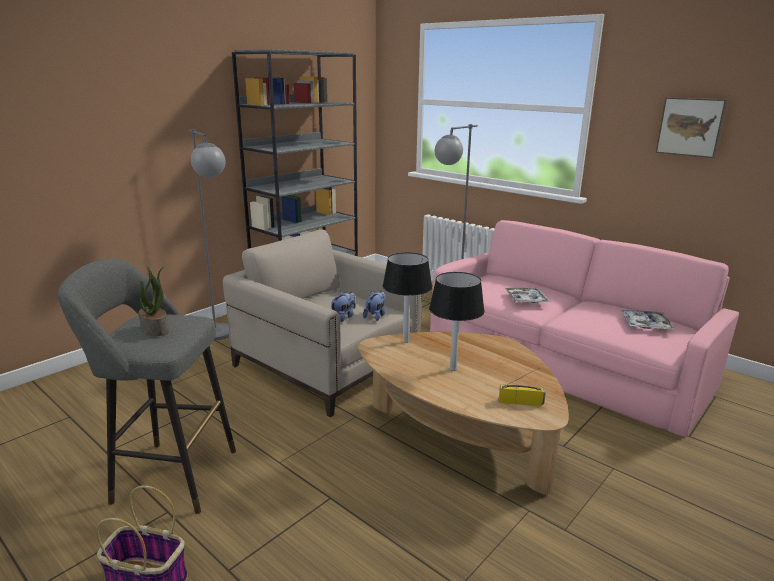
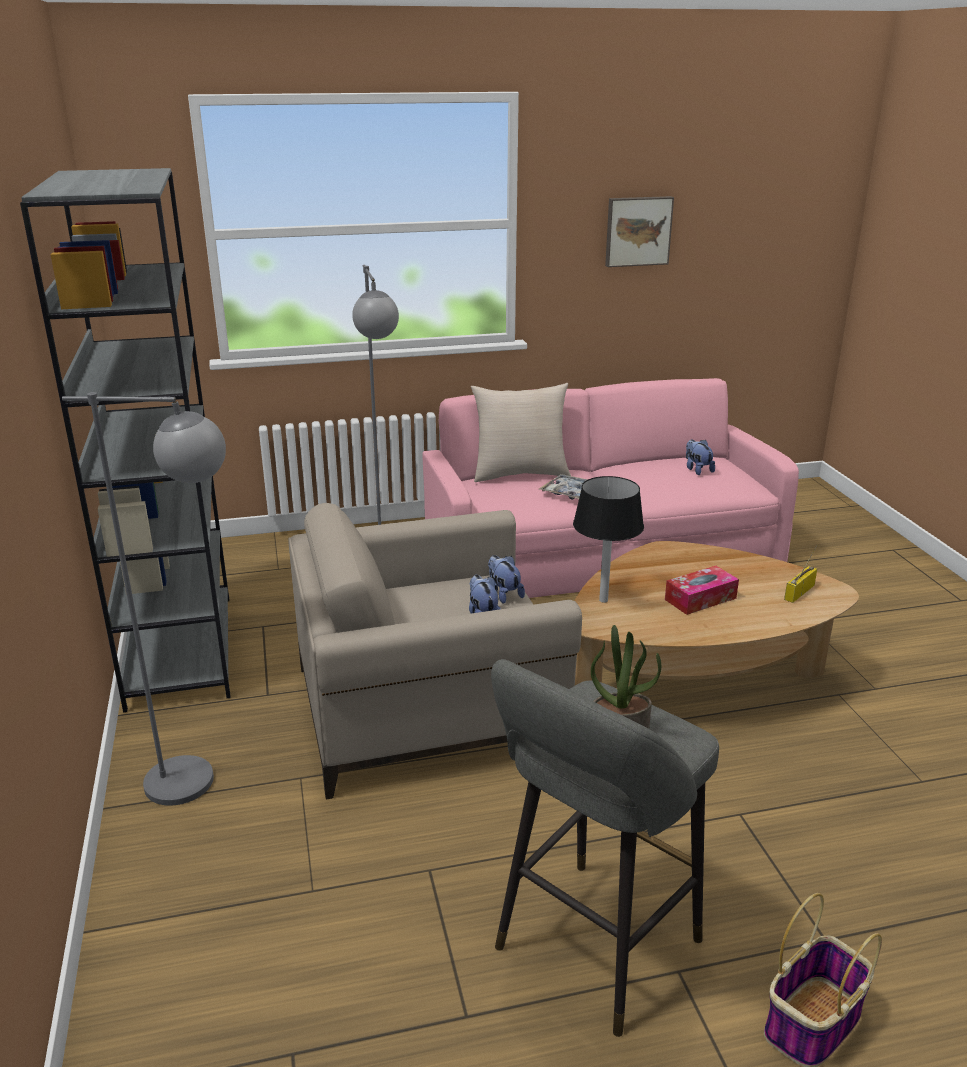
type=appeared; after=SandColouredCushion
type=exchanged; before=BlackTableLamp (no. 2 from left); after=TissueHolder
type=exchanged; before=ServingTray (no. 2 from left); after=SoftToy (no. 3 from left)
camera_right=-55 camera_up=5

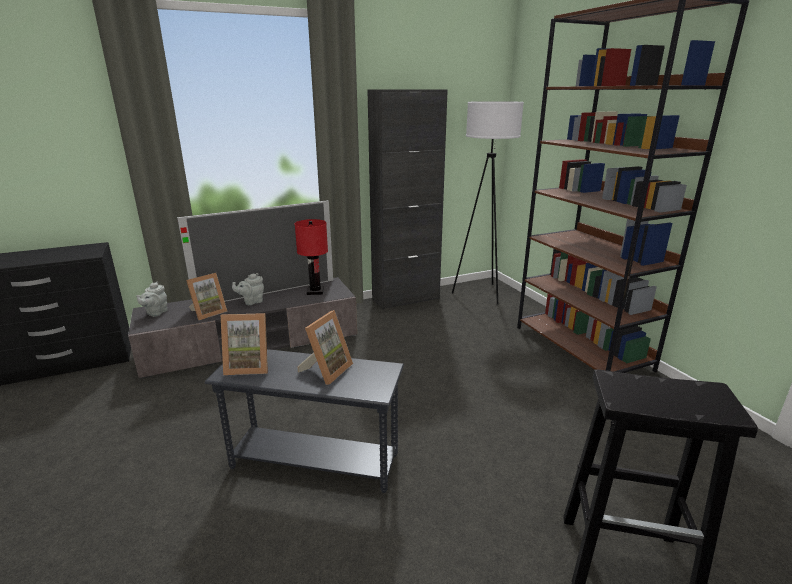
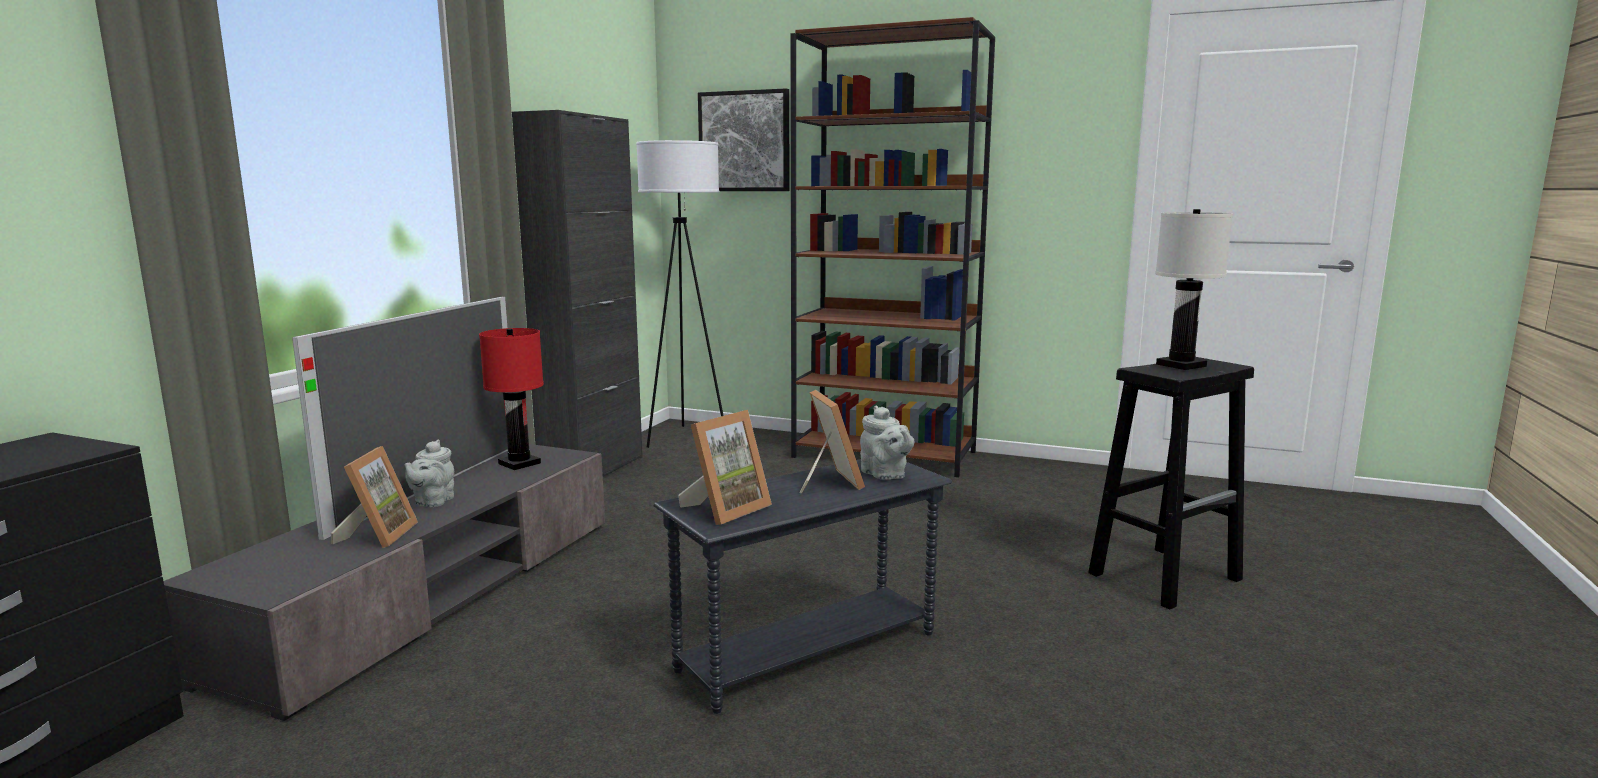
type=appeared; after=WallArt
type=relocated; before=GrayTeapot (no. 1 from left in the first image); after=GrayTeapot (no. 2 from left)
type=appeared; after=WhitishTableLamp
camera_right=-45 camera_up=-10

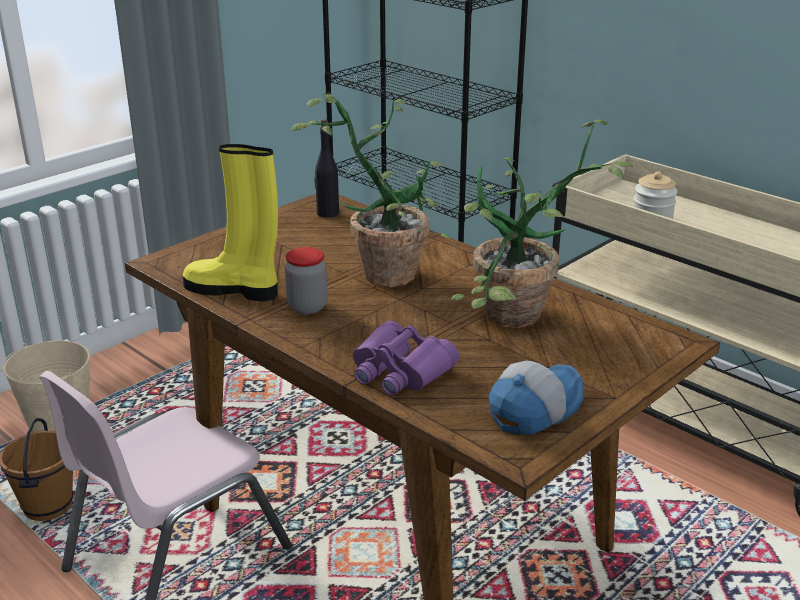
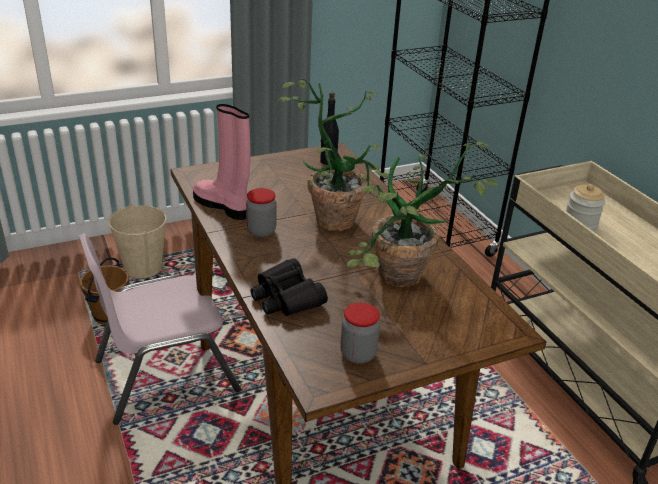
type=colour; before=YellowishHighTopBoot; after=PinkColouredHighTopBoot
type=colour; before=PurpleColouredBinoculars; after=BlackBinoculars
type=exchanged; before=Cap; after=Jar (no. 2 from left)
camera_right=20 camera_up=5

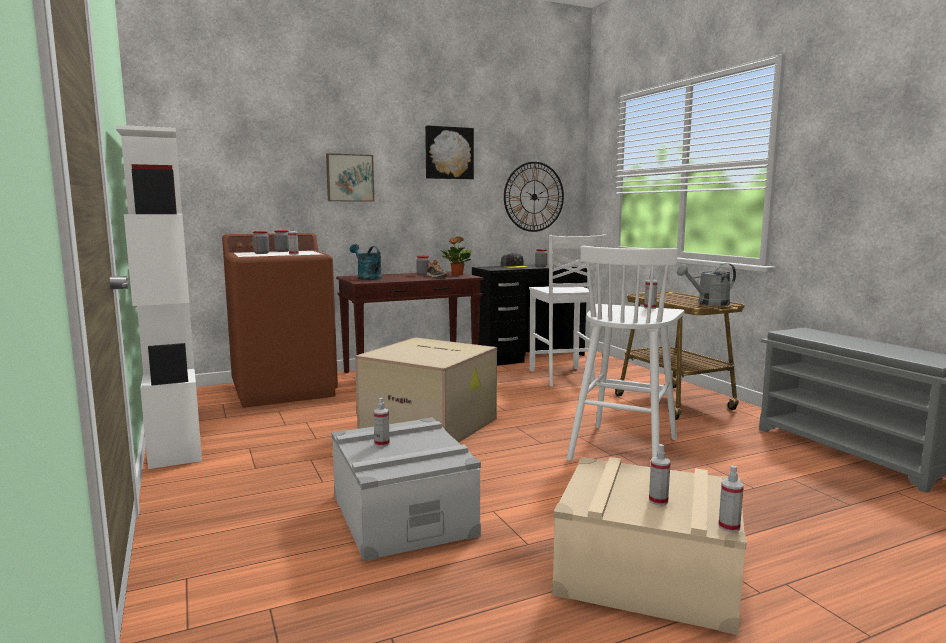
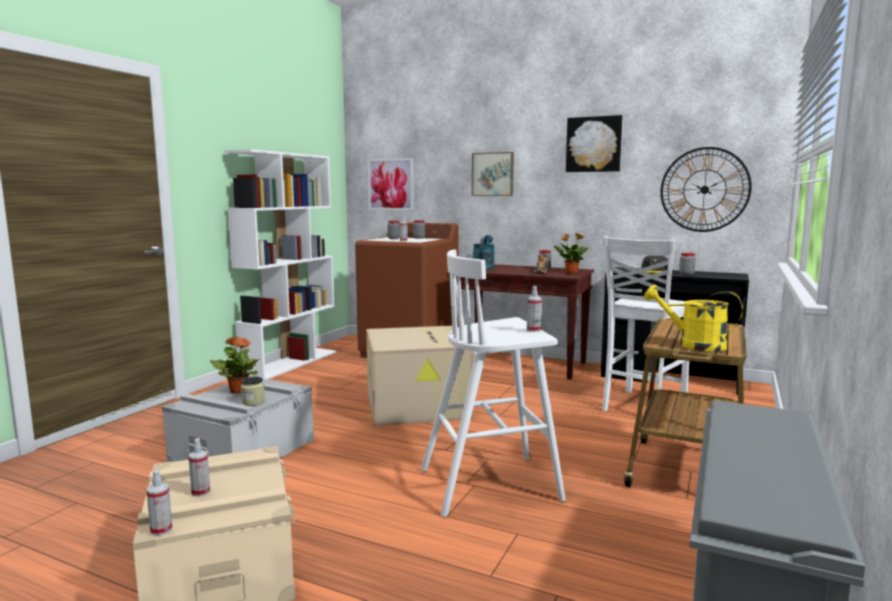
type=exchanged; before=Sprayer (no. 2 from left); after=PlantInAPot (no. 1 from left)
type=appeared; after=Jar (no. 1 from left)
type=appeared; after=WallArt (no. 1 from left)
type=colour; before=GraySprinklingCan; after=YellowishSprinklingCan
camera_right=50 camera_up=0

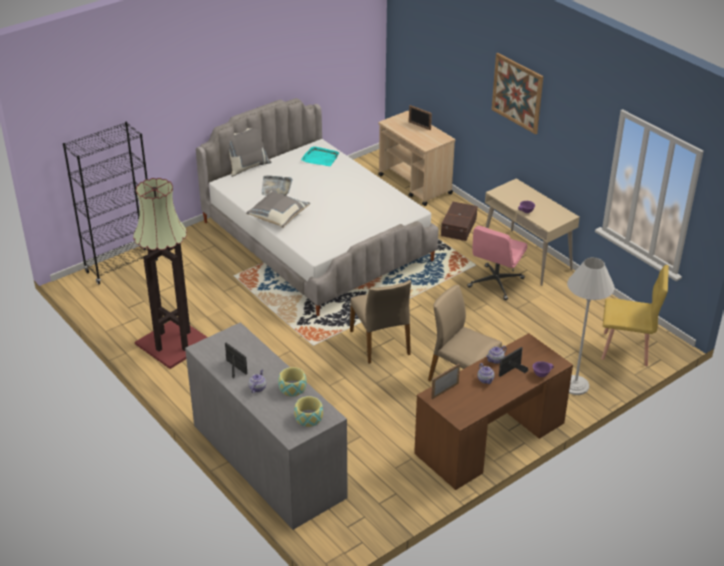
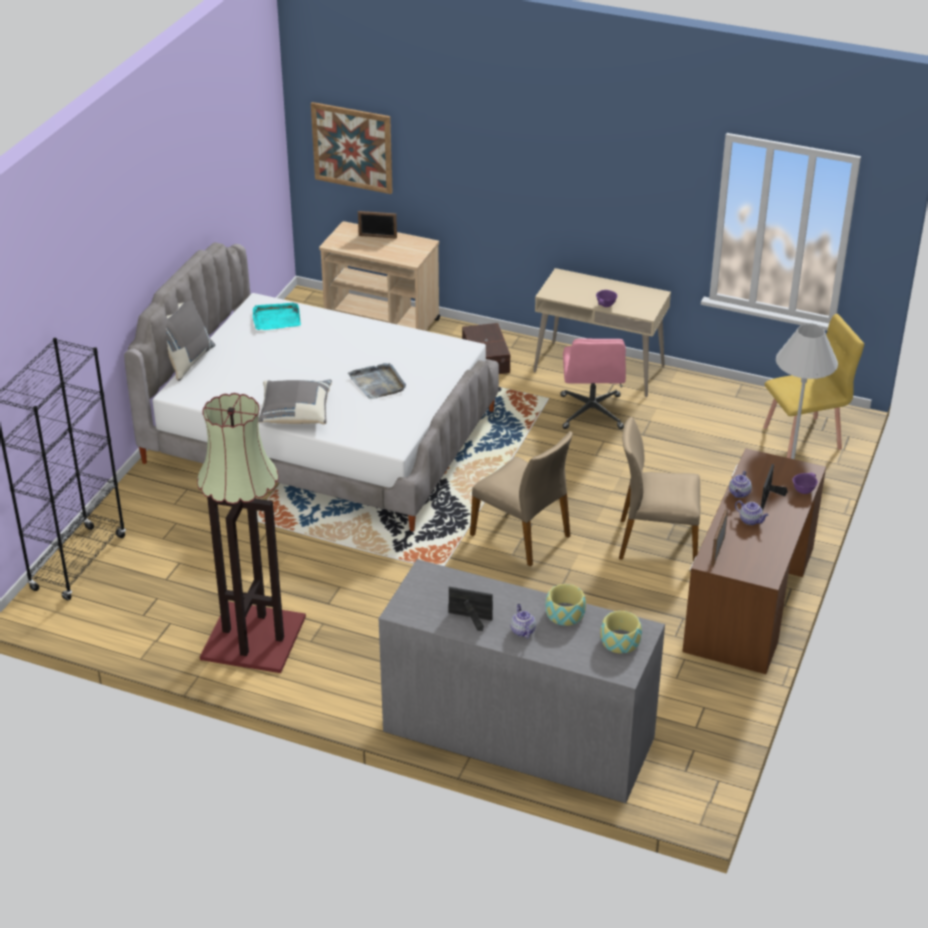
type=relocated; before=WallArt
type=relocated; before=GrayServingTray
camera_right=-30 camera_up=0

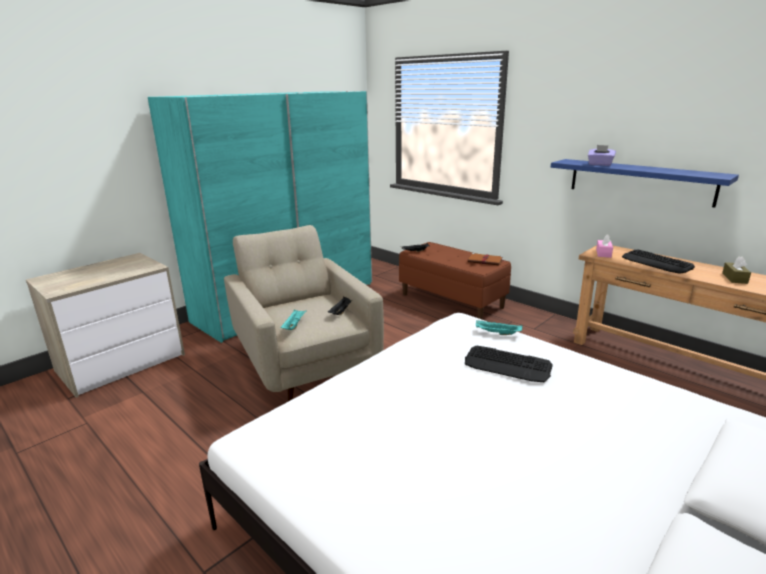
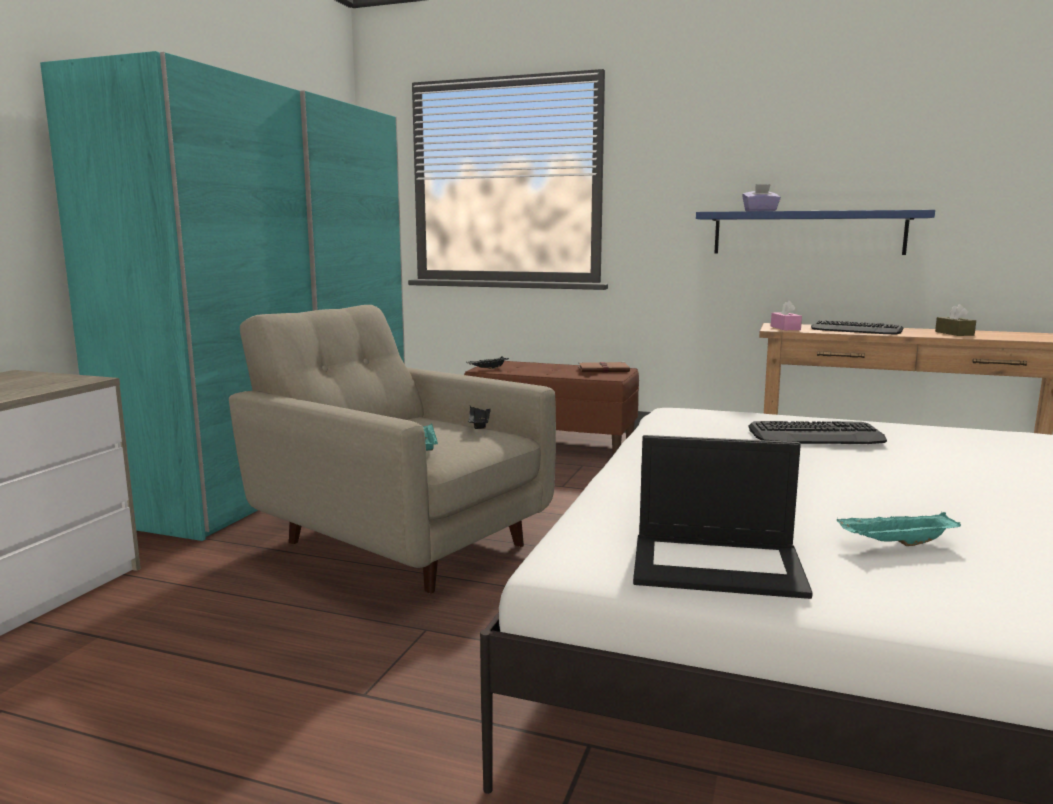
type=appeared; after=PortableComputer
type=relocated; before=BlueGreenServingTray (no. 2 from left)
camera_right=-25 camera_up=-10

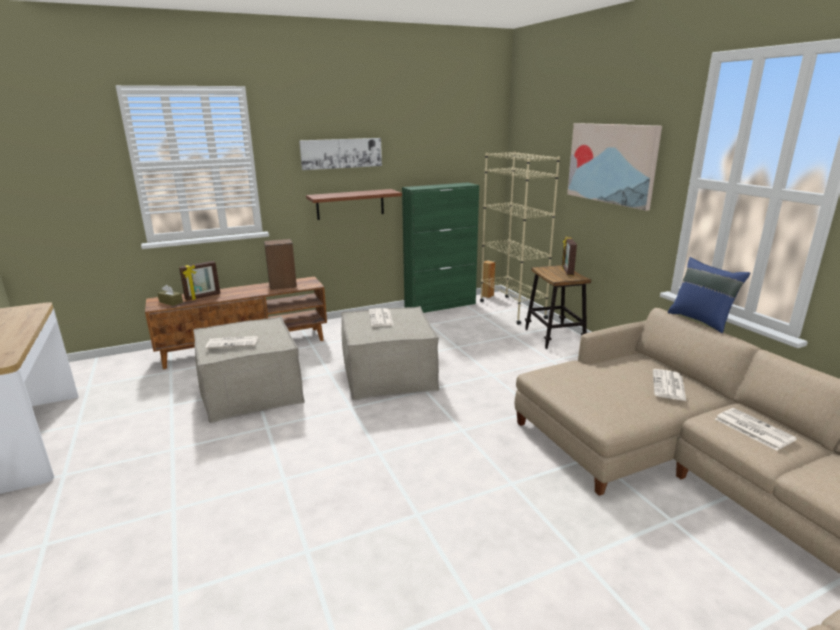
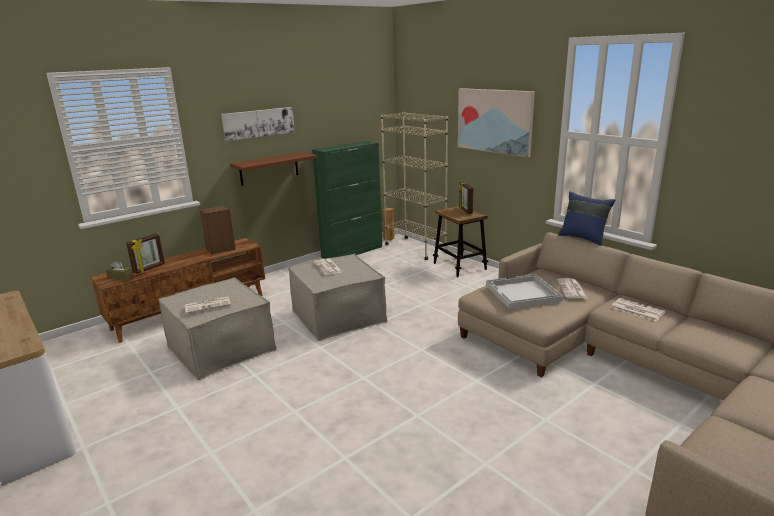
type=appeared; after=WhitishServingTray
camera_right=-15 camera_up=0

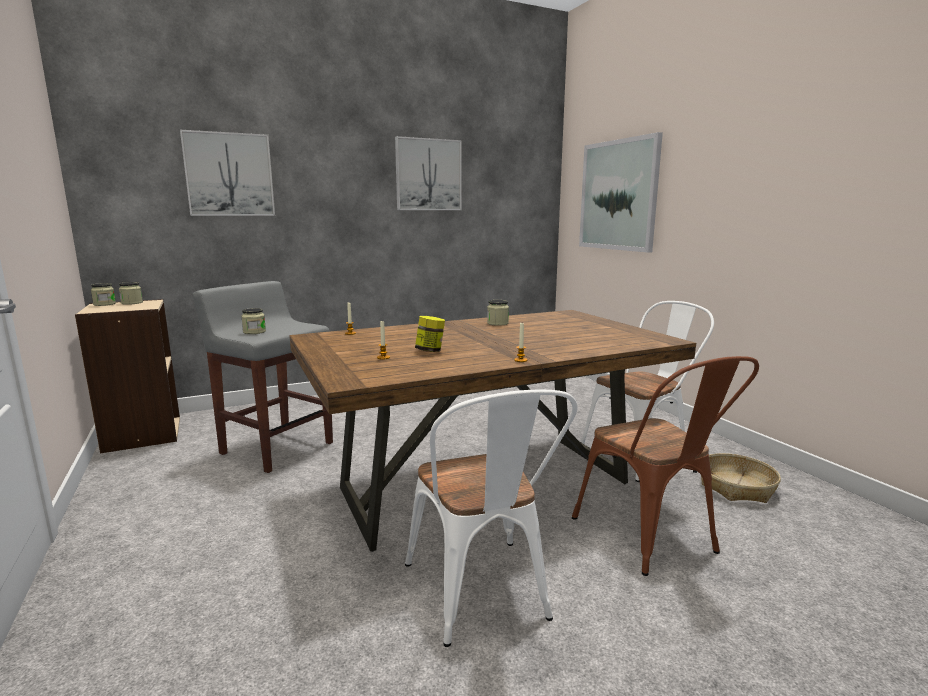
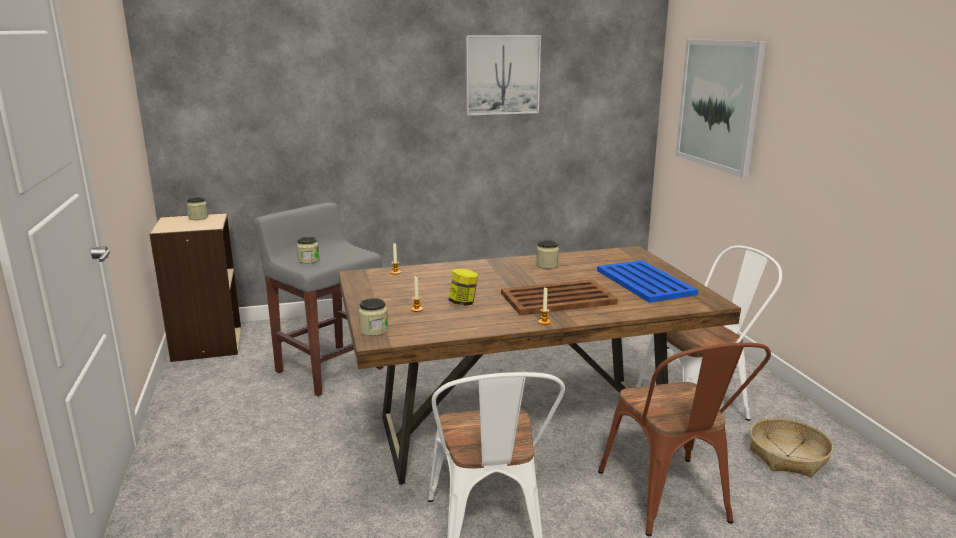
type=relocated; before=Jar (no. 1 from left in the first image); after=Jar (no. 3 from left)
type=appeared; after=BrownishServingTray
type=appeared; after=BlueColouredServingTray
type=missing; before=WallArt (no. 1 from left)
camera_right=10 camera_up=5

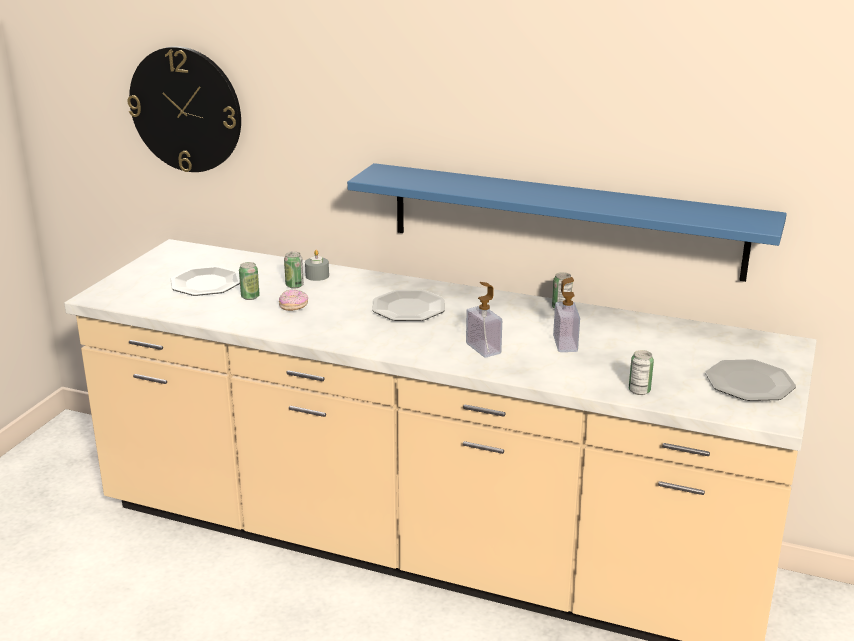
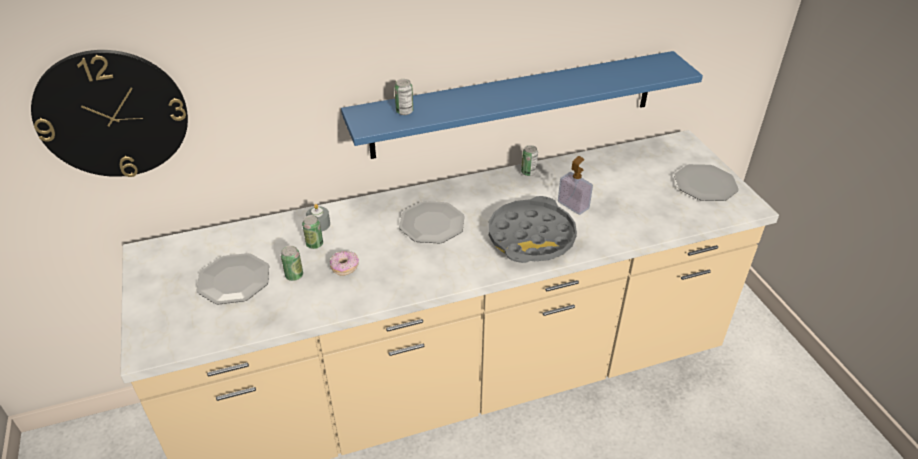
type=relocated; before=SealedCan (no. 4 from left in the first image); after=SealedCan (no. 3 from left)
type=exchanged; before=SoapBottle (no. 1 from left); after=GrayServingTray
camera_right=-40 camera_up=15

